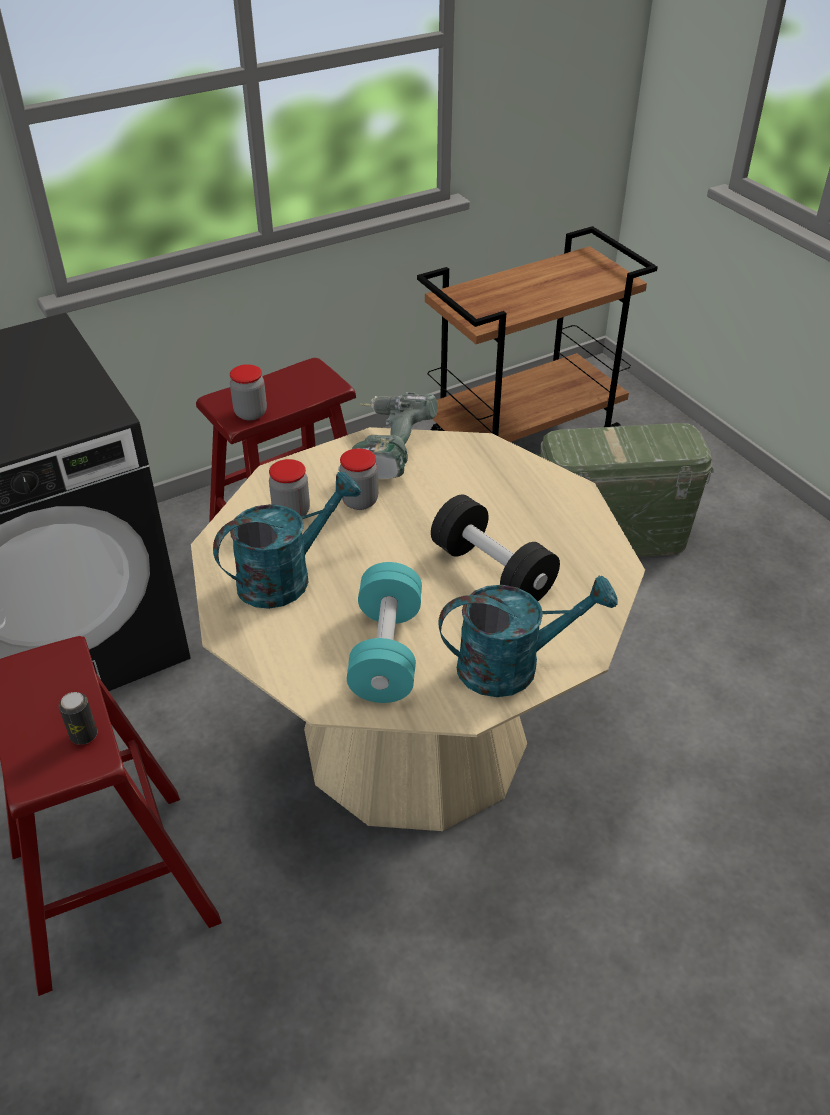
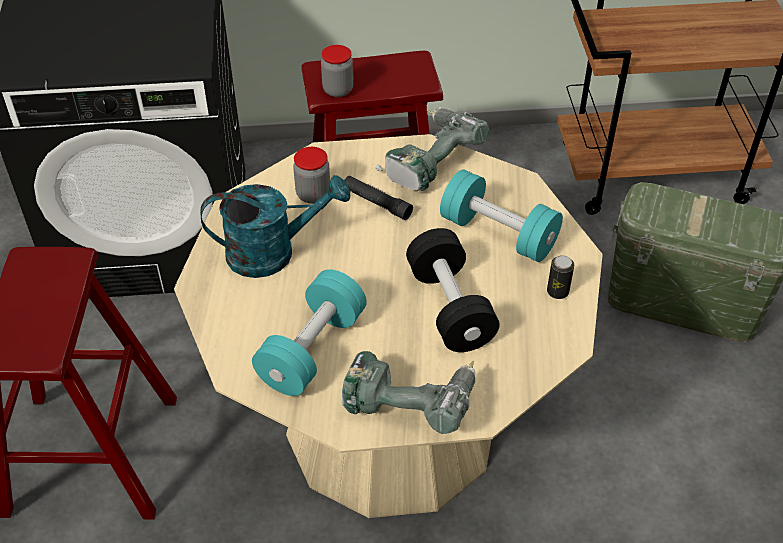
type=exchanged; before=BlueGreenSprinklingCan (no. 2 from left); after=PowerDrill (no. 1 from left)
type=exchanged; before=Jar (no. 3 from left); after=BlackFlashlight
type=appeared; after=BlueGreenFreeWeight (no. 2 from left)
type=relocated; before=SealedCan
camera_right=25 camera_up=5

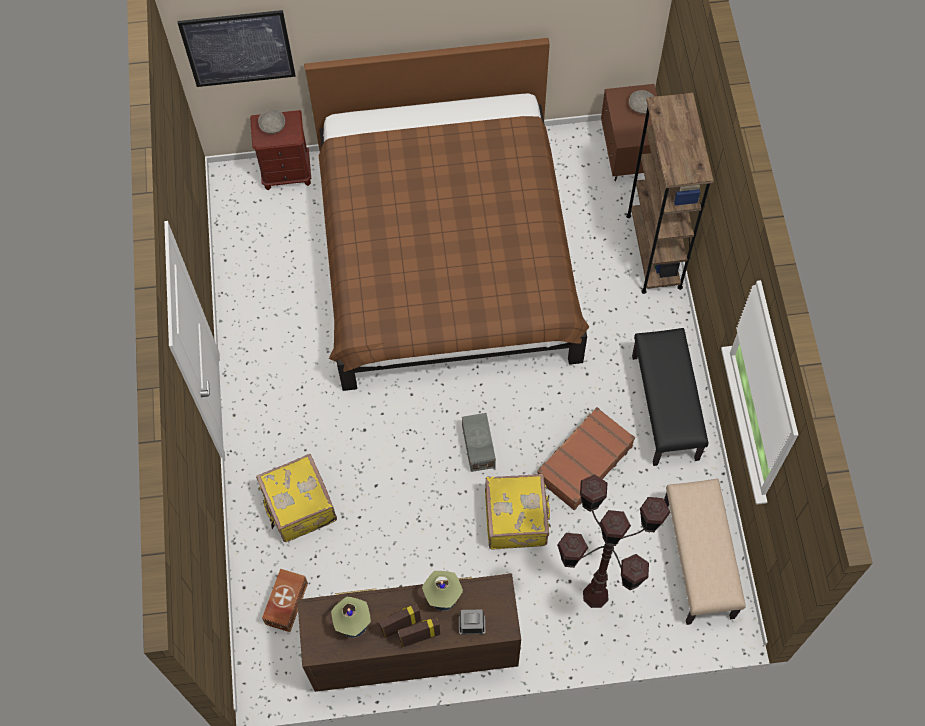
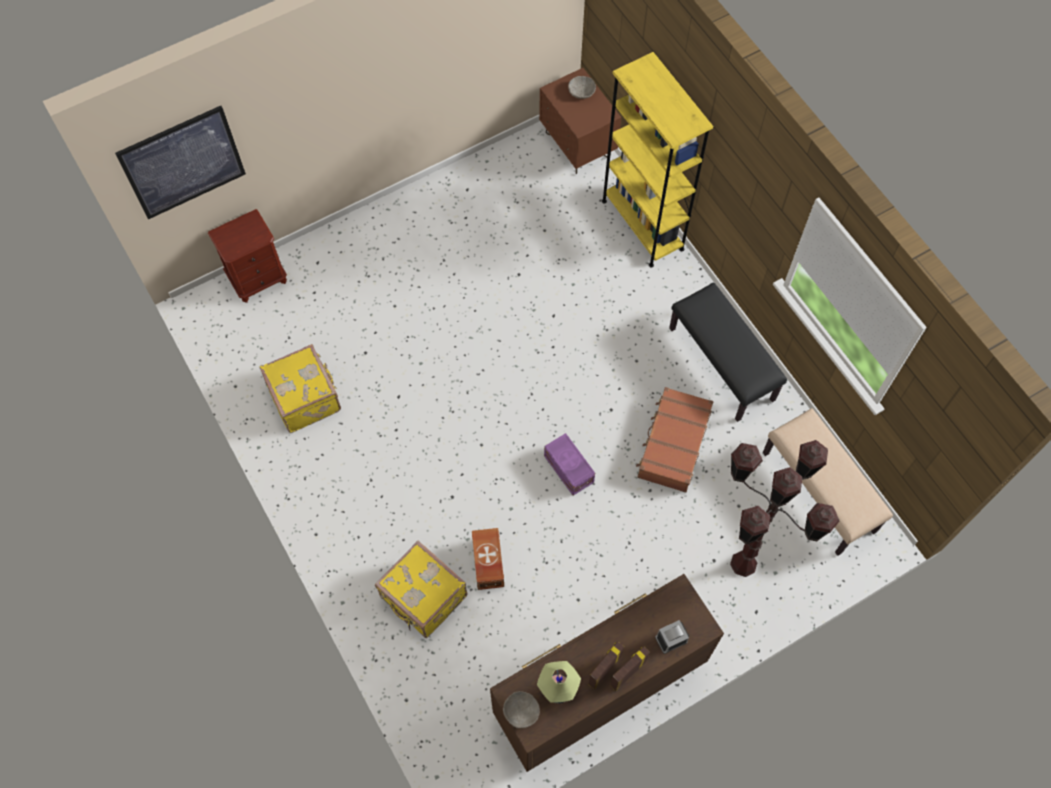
type=relocated; before=YellowishPieceOfLuggage (no. 2 from left in the first image); after=YellowishPieceOfLuggage (no. 1 from left)
type=relocated; before=BrownishStorageBin
type=relocated; before=GrayDeepDish (no. 1 from left)
type=colour; before=GrayStorageBin; after=PurpleColouredStorageBin
type=colour; before=BrownishBookshelf; after=YellowishBookshelf
type=missing; before=BrownishSleepingBed
type=missing; before=TableLamp (no. 2 from left)
camera_right=-25 camera_up=0

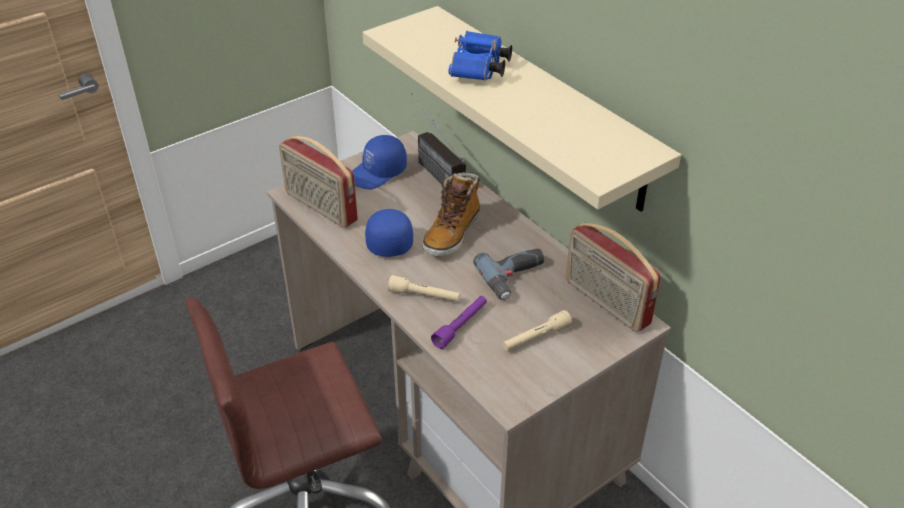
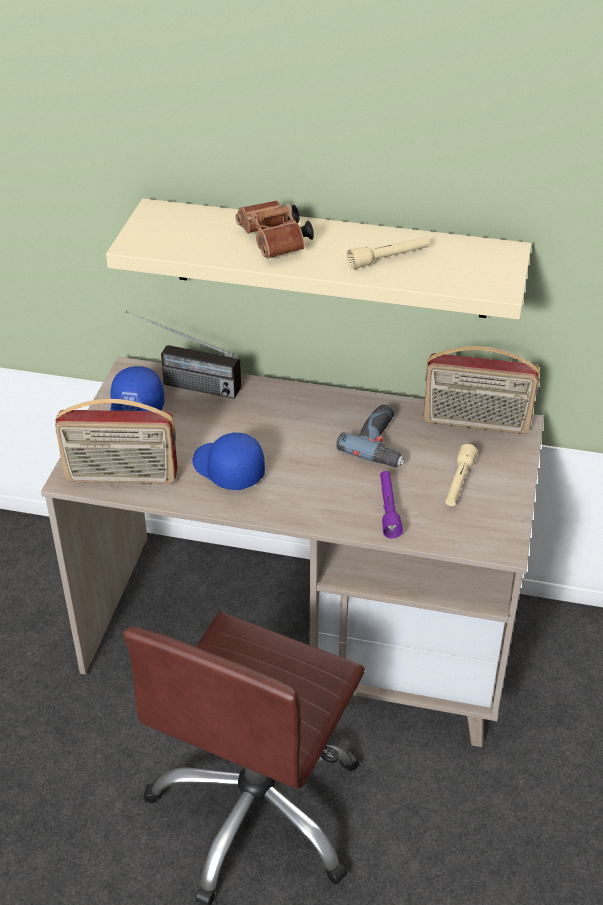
type=colour; before=BlueColouredBinoculars; after=BrownishBinoculars
type=relocated; before=SandColouredFlashlight (no. 1 from left)
type=missing; before=HighTopBoot
camera_right=-40 camera_up=0

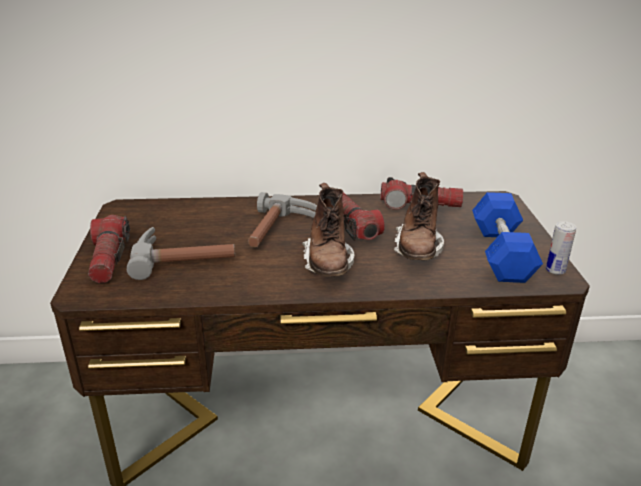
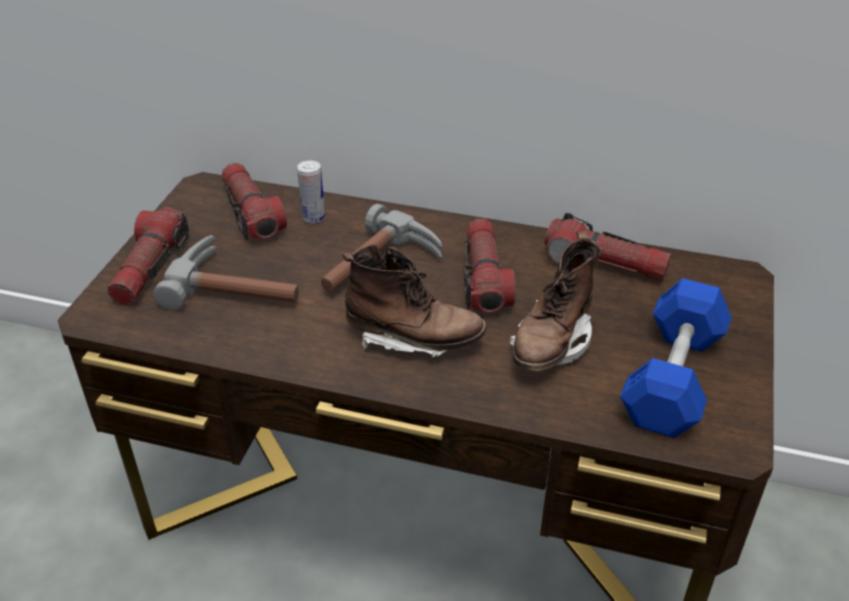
type=appeared; after=Flashlight (no. 2 from left)
type=relocated; before=SealedCan
type=spun; before=BrownishHighTopBoot (no. 1 from left); turn=-90
camera_right=20 camera_up=10

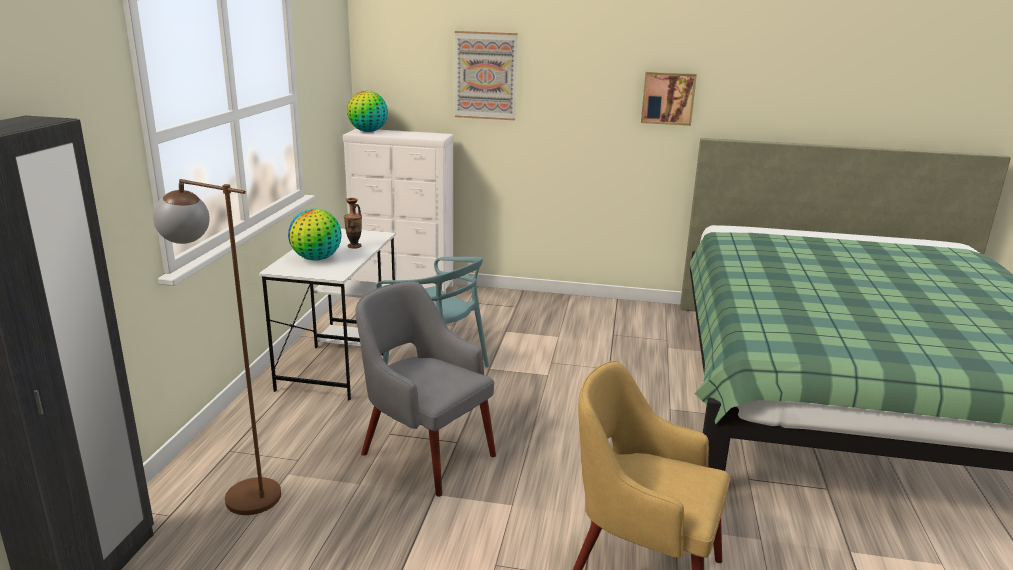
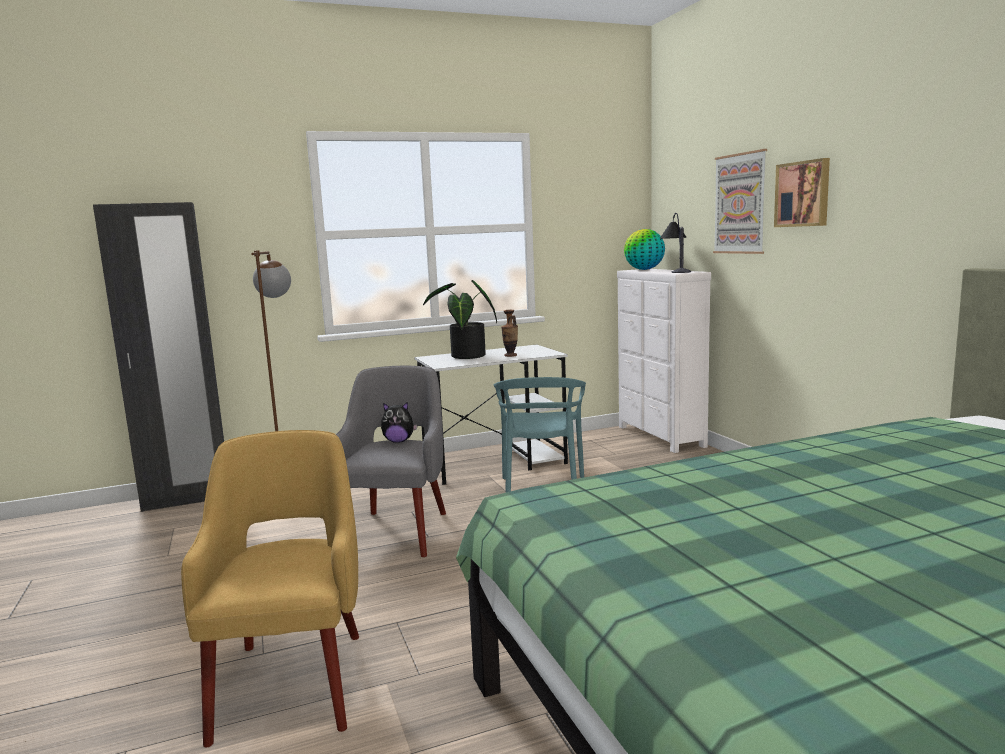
type=appeared; after=SoftToy
type=exchanged; before=WorldGlobe (no. 1 from left); after=PlantInAPot
type=appeared; after=TableLamp
type=relocated; before=WallArt (no. 2 from left)
camera_right=60 camera_up=-10

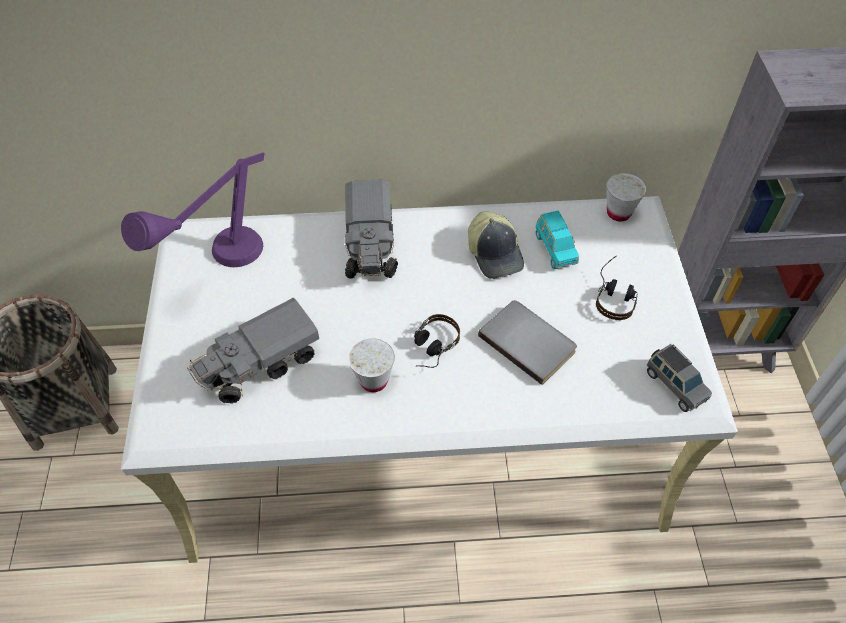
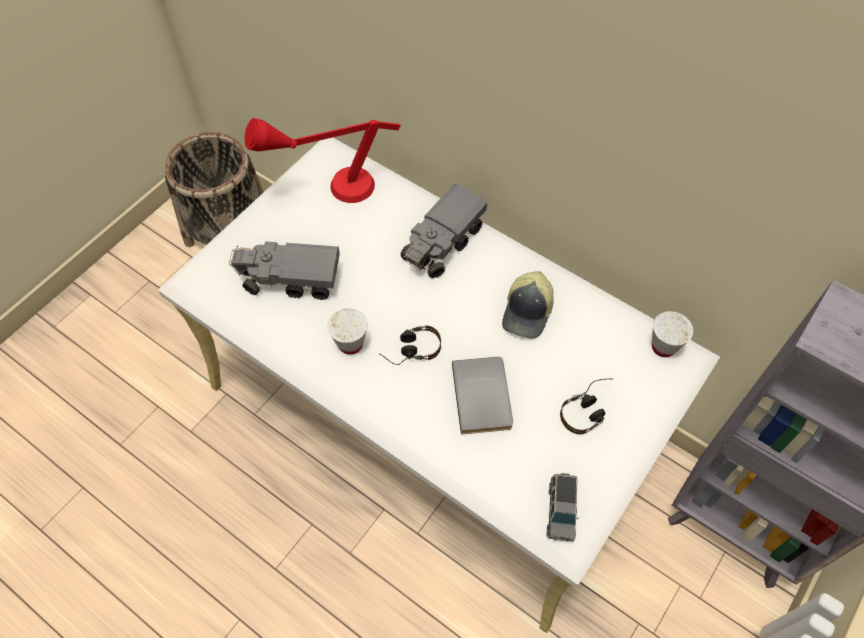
type=colour; before=PurpleColouredTableLamp; after=RedColouredTableLamp
type=missing; before=BlueGreenMiniatureCar
camera_right=40 camera_up=5

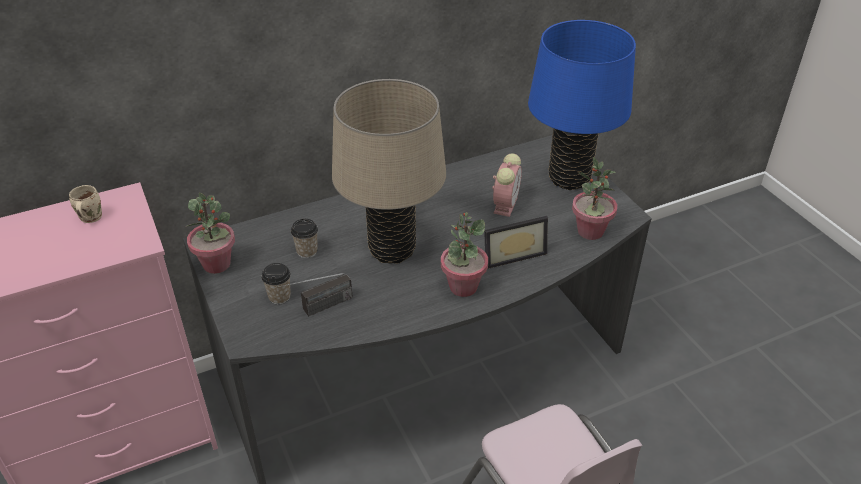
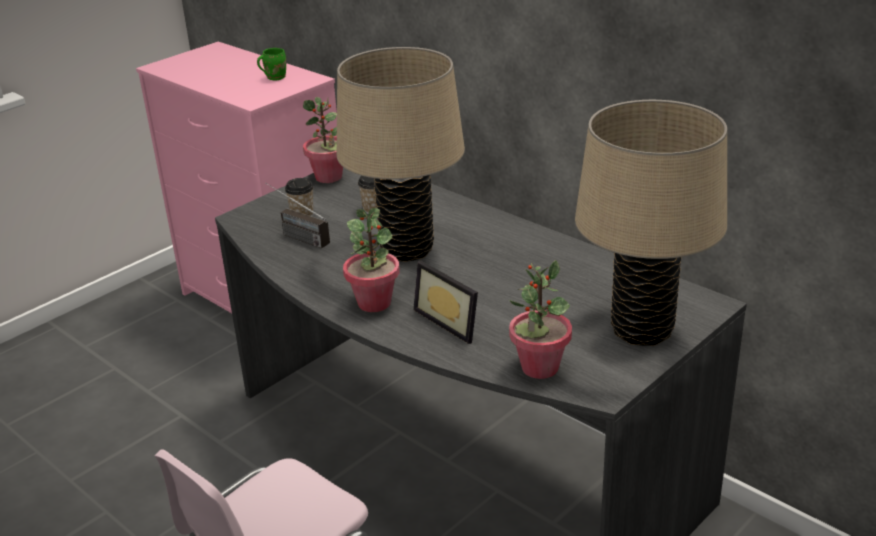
type=colour; before=SandColouredTeaMug; after=GreenishTeaMug
type=colour; before=BlueColouredTableLamp; after=SandColouredTableLamp (no. 2 from left)
type=missing; before=AlarmClock
camera_right=70 camera_up=-10

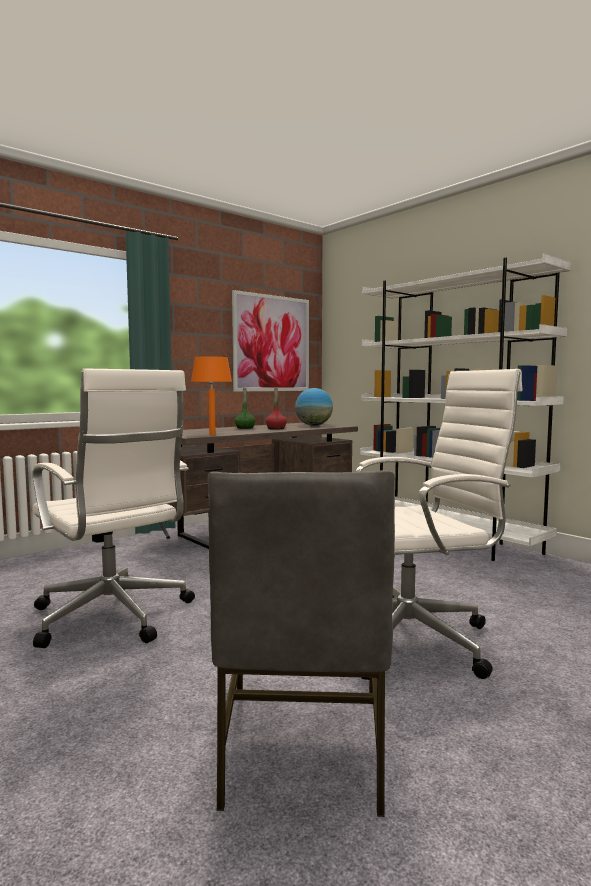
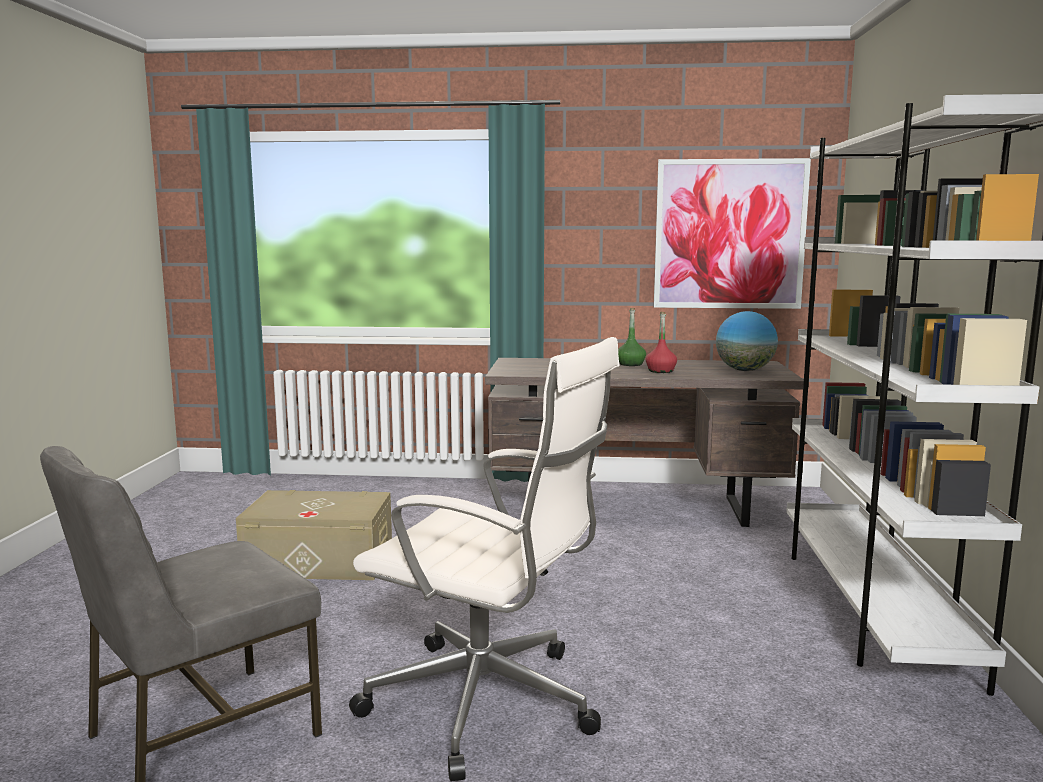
type=exchanged; before=WhitishDeskChair (no. 1 from left); after=SandColouredStorageBin
type=missing; before=OrangeyTableLamp
camera_right=45 camera_up=5

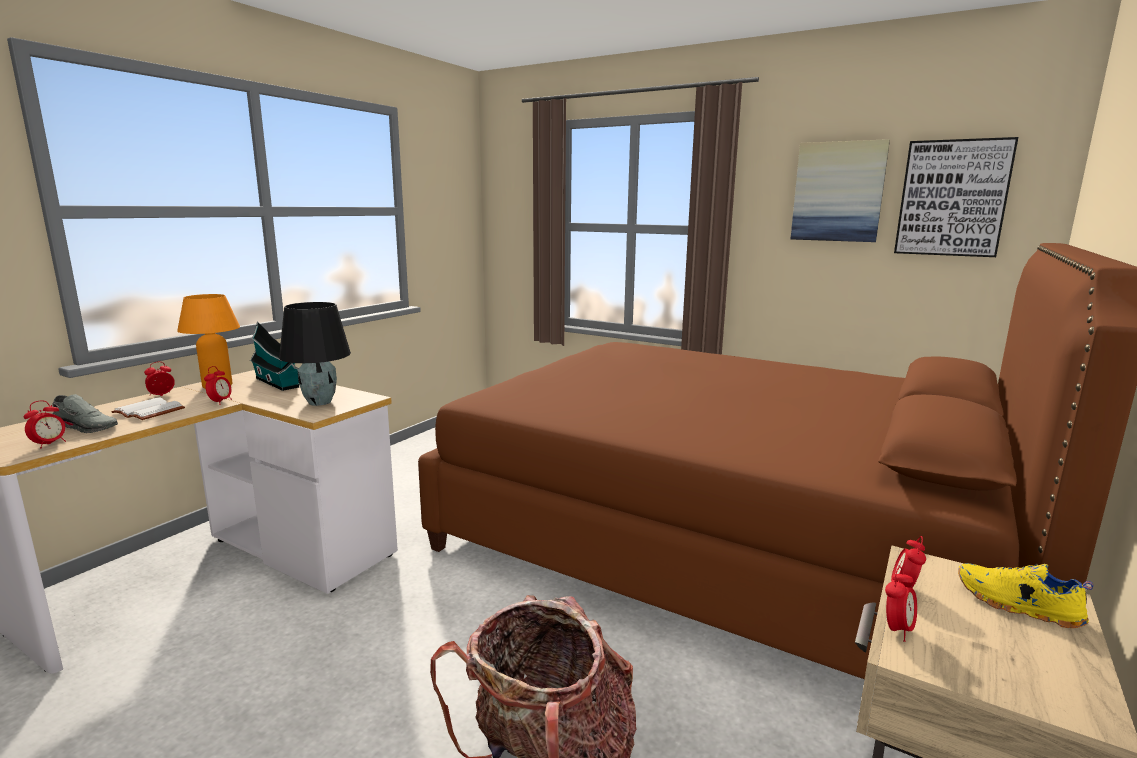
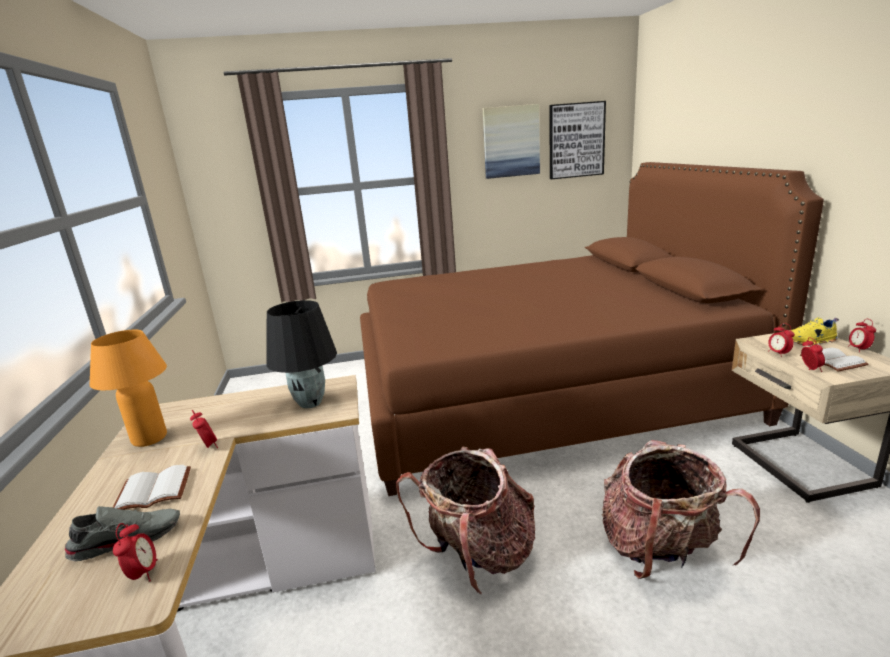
type=appeared; after=Backpack (no. 1 from left)
type=appeared; after=WhitishBoundBook (no. 2 from left)
type=relocated; before=AlarmClock (no. 2 from left in the first image); after=AlarmClock (no. 5 from left)
type=missing; before=ModelHouse
camera_right=-40 camera_up=5

